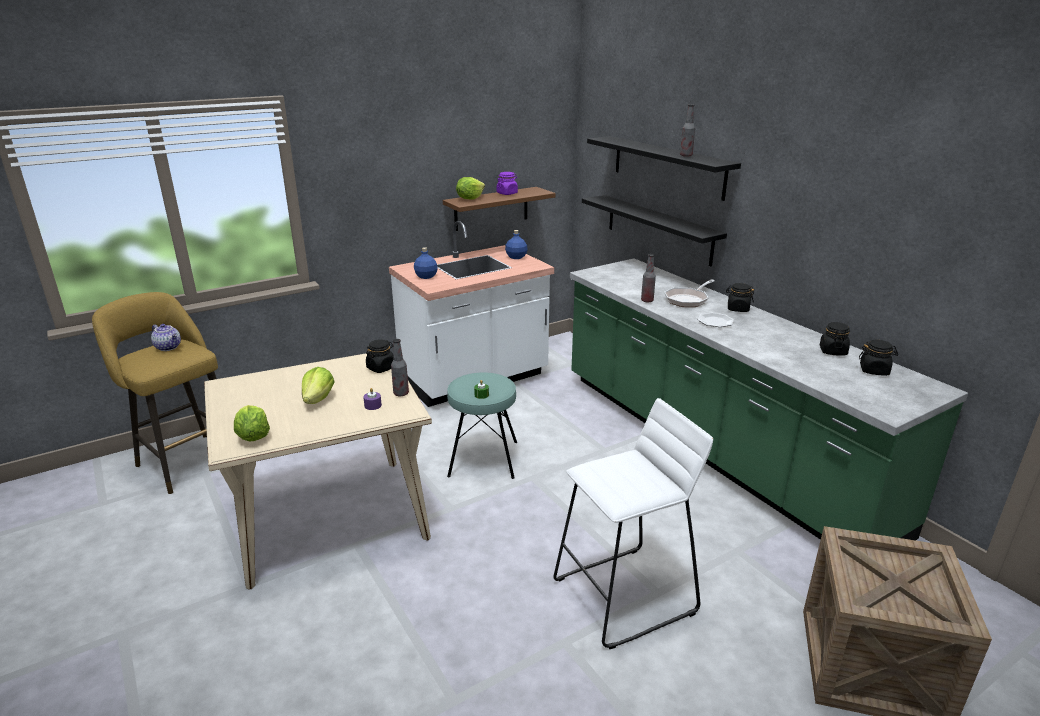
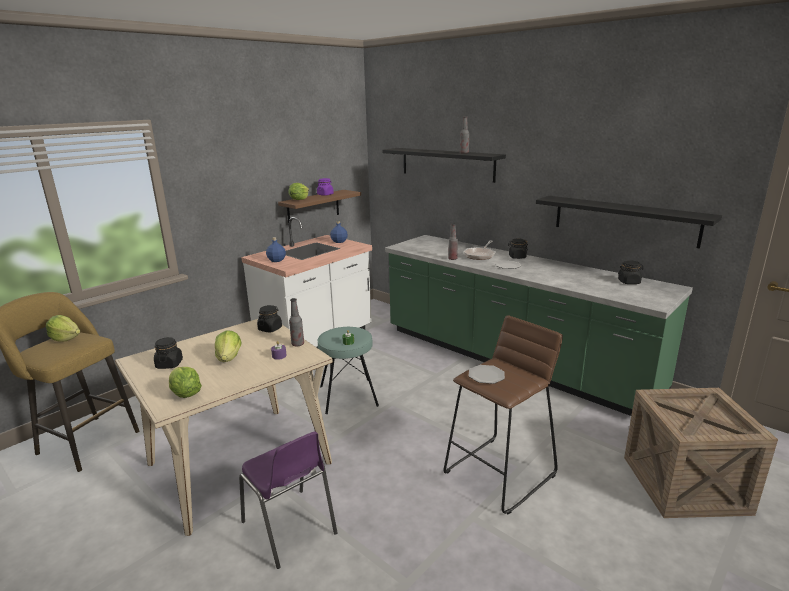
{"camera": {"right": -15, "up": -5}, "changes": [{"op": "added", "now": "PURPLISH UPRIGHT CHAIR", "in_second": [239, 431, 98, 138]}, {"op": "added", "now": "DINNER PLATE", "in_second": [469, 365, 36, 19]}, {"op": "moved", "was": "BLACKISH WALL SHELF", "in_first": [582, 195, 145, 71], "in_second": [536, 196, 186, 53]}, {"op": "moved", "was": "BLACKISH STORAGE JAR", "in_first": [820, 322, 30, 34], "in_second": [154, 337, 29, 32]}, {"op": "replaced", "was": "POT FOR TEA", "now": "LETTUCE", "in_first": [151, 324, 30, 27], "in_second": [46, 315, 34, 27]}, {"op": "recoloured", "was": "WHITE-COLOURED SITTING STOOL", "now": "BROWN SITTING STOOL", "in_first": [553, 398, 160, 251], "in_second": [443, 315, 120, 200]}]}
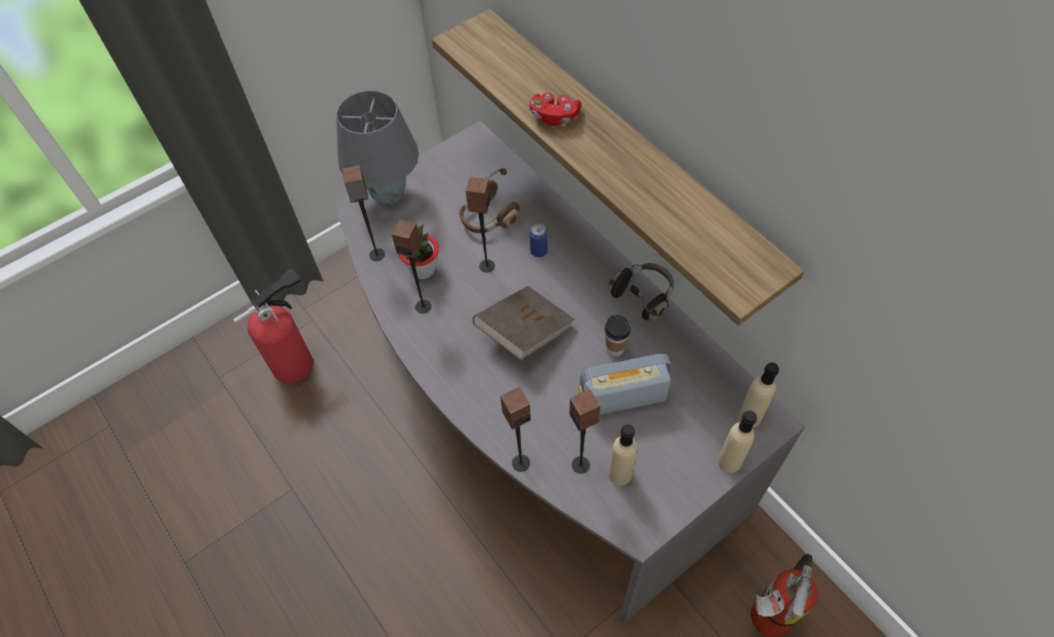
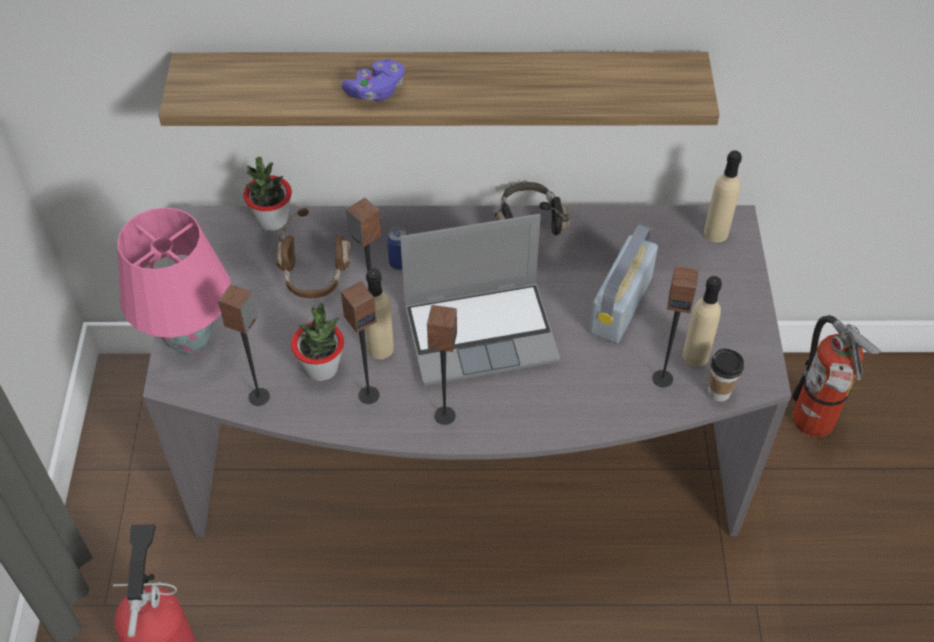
{"camera": {"right": -55, "up": -5}, "changes": [{"op": "added", "now": "HOUSEPLANT", "in_second": [244, 157, 48, 74]}, {"op": "moved", "was": "AUDIO SPEAKER", "in_first": [500, 387, 31, 85], "in_second": [427, 305, 30, 120]}, {"op": "moved", "was": "SMALL CUP", "in_first": [604, 315, 27, 42], "in_second": [708, 349, 36, 53]}, {"op": "moved", "was": "BEIGE-COLOURED BOTTLE", "in_first": [718, 410, 39, 63], "in_second": [365, 268, 29, 91]}, {"op": "replaced", "was": "BROWN BOUND BOOK", "now": "LAPTOP", "in_first": [473, 286, 101, 75], "in_second": [400, 214, 161, 172]}, {"op": "recoloured", "was": "GRAY TABLETOP LAMP", "now": "PINK-COLOURED TABLETOP LAMP", "in_first": [336, 90, 83, 115], "in_second": [118, 207, 113, 148]}, {"op": "recoloured", "was": "REDDISH JOYPAD", "now": "PURPLISH JOYPAD", "in_first": [529, 93, 52, 33], "in_second": [342, 59, 63, 42]}]}
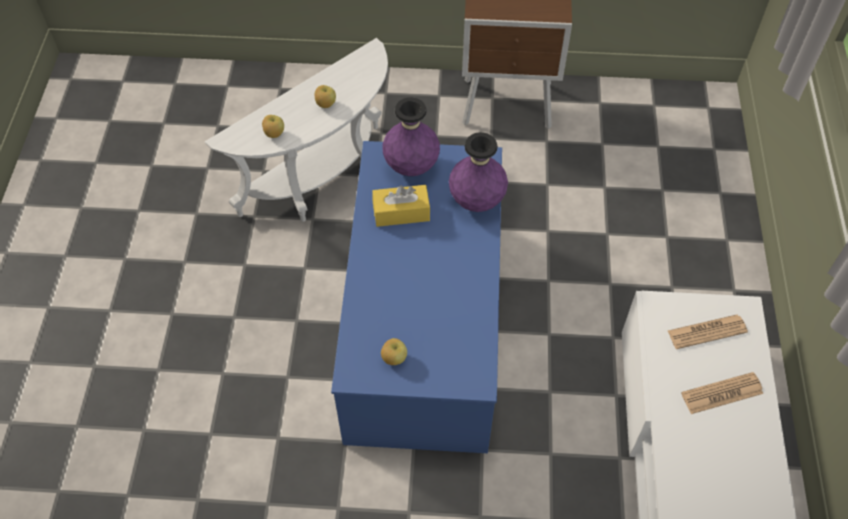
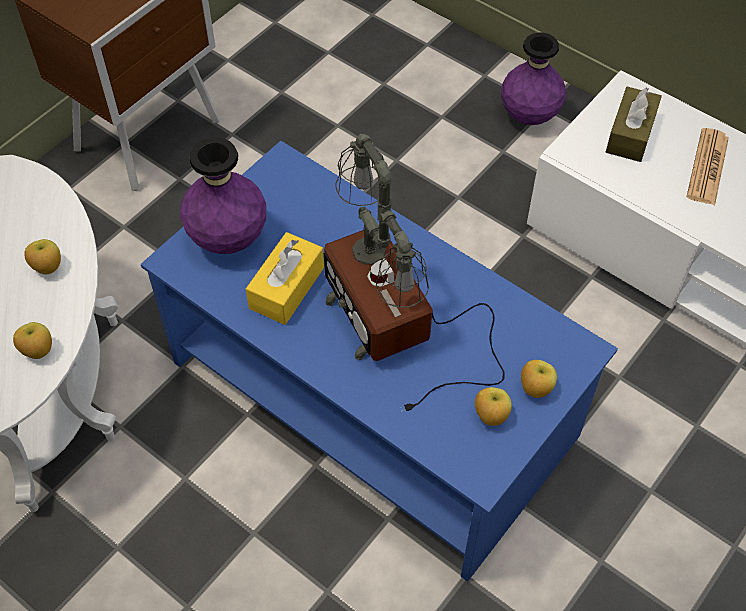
{"camera": {"right": -55, "up": 0}, "changes": [{"op": "added", "now": "TABLETOP LAMP", "in_second": [324, 134, 181, 277]}, {"op": "added", "now": "APPLE", "in_second": [521, 360, 36, 38]}, {"op": "moved", "was": "PURPLISH VASE", "in_first": [449, 132, 59, 80], "in_second": [501, 32, 65, 93]}, {"op": "replaced", "was": "PRINTED PAPER", "now": "BROWN TISSUE HOLDER", "in_first": [668, 315, 80, 34], "in_second": [606, 87, 56, 75]}]}
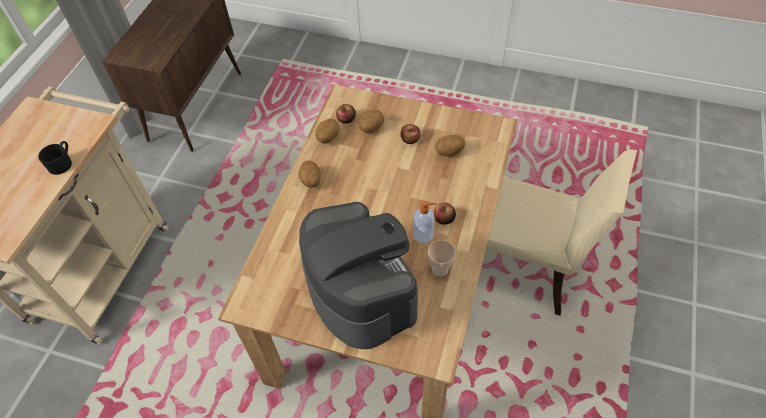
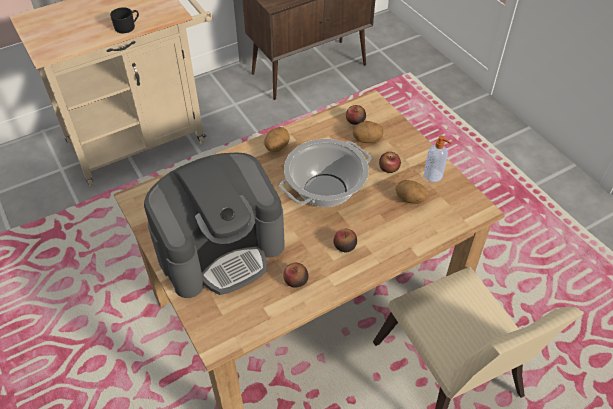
{"camera": {"right": 40, "up": -5}, "changes": [{"op": "removed", "was": "POTATO", "in_first": [315, 119, 25, 25]}, {"op": "added", "now": "SAUCEPOT", "in_second": [279, 139, 92, 68]}, {"op": "moved", "was": "SOAP BOTTLE", "in_first": [414, 201, 23, 42], "in_second": [424, 135, 27, 47]}, {"op": "replaced", "was": "SMALL CUP", "now": "APPLE", "in_first": [427, 240, 29, 37], "in_second": [283, 263, 25, 24]}, {"op": "turned", "was": "COFFEE BREWER", "in_first": [299, 202, 119, 147], "in_second": [144, 152, 141, 146], "clockwise": 45}]}
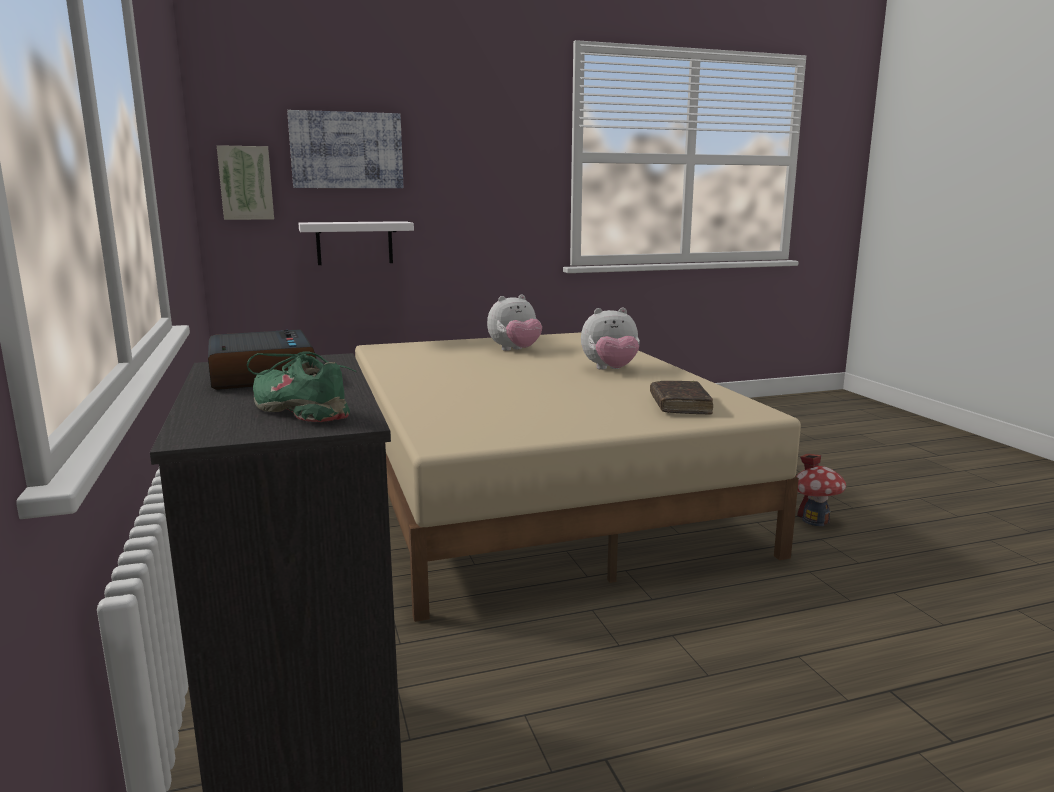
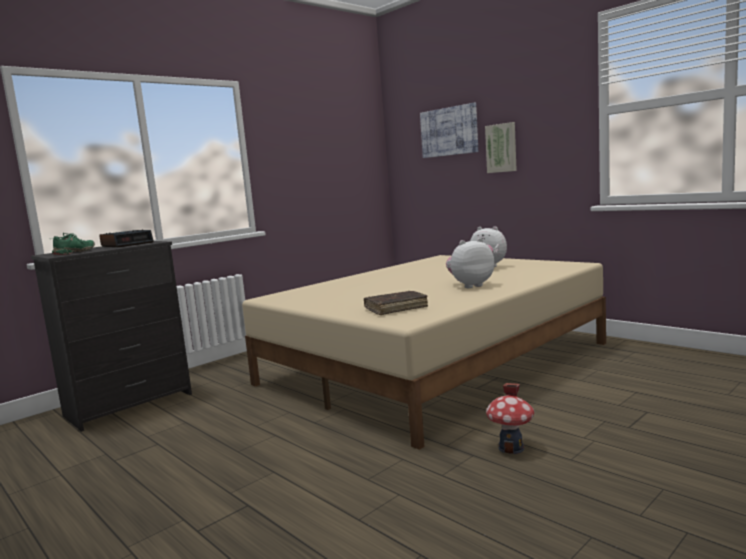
{"camera": {"right": 65, "up": -5}, "changes": [{"op": "removed", "was": "WHITE-COLOURED WALL SHELF", "in_first": [298, 221, 116, 44]}, {"op": "moved", "was": "WALL ART", "in_first": [217, 145, 57, 75], "in_second": [485, 122, 32, 51]}, {"op": "turned", "was": "SOFT TOY", "in_first": [581, 308, 59, 62], "in_second": [446, 238, 48, 50], "clockwise": 105}]}
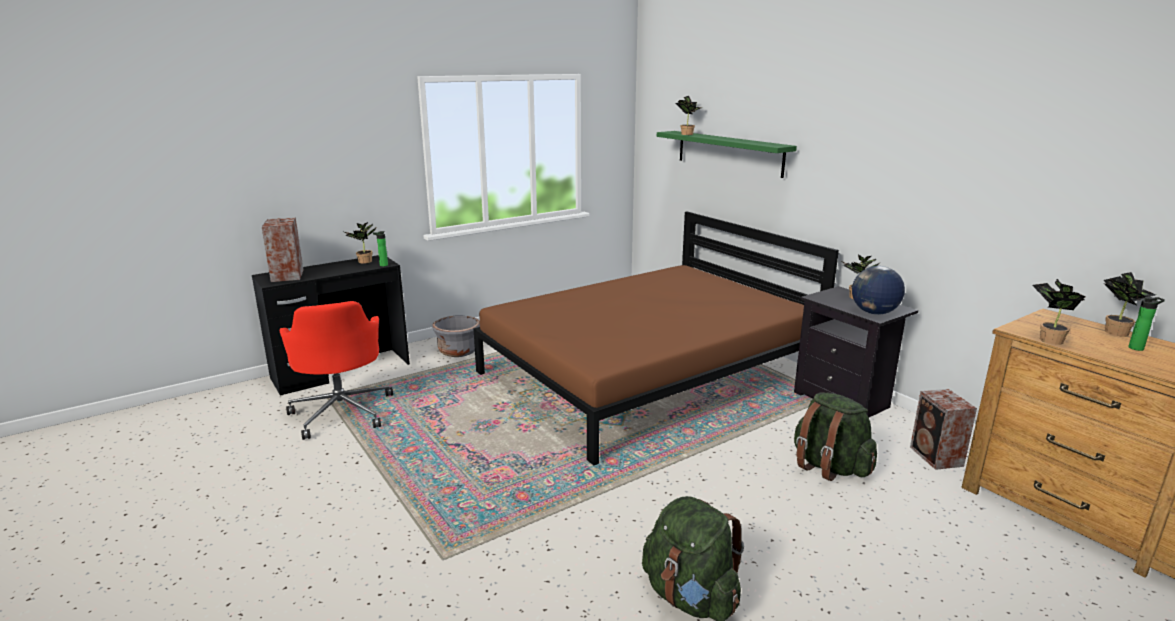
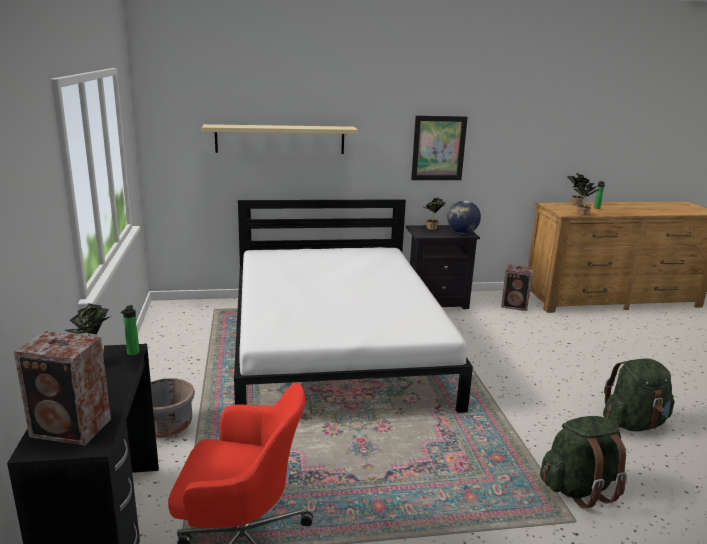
{"camera": {"right": -65, "up": 0}, "changes": [{"op": "removed", "was": "HOUSEPLANT", "in_first": [676, 96, 26, 39]}, {"op": "added", "now": "WALL ART", "in_second": [411, 116, 57, 64]}, {"op": "moved", "was": "GREENISH BACKPACK", "in_first": [794, 392, 83, 89], "in_second": [540, 416, 87, 92]}, {"op": "recoloured", "was": "BROWN BED", "now": "WHITE-COLOURED BED", "in_first": [473, 212, 366, 253], "in_second": [234, 199, 239, 214]}, {"op": "recoloured", "was": "GREENISH WALL SHELF", "now": "BEIGE-COLOURED WALL SHELF", "in_first": [657, 131, 140, 47], "in_second": [202, 124, 156, 30]}]}
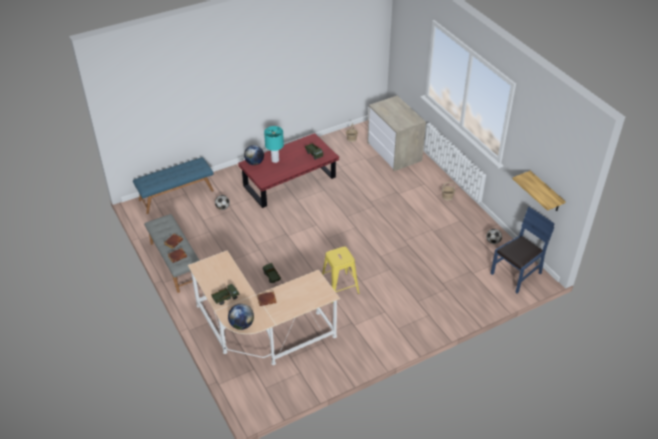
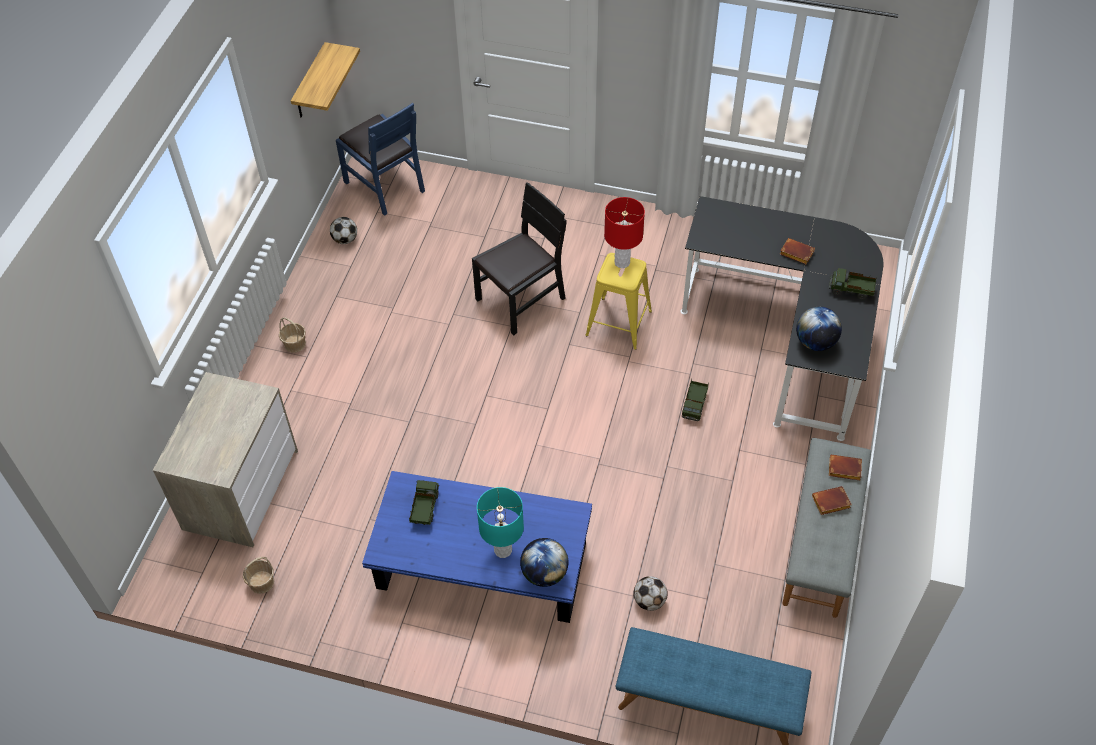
{"camera": {"right": -135, "up": 10}, "changes": [{"op": "added", "now": "BLACKISH UPRIGHT CHAIR", "in_second": [472, 182, 94, 154]}, {"op": "added", "now": "REDDISH TABLETOP LAMP", "in_second": [604, 197, 41, 71]}, {"op": "moved", "was": "WORLD GLOBE", "in_first": [228, 304, 26, 26], "in_second": [796, 307, 46, 44]}, {"op": "recoloured", "was": "BEIGE-COLOURED DESK TABLE", "now": "BLACKISH DESK TABLE", "in_first": [188, 250, 152, 115], "in_second": [680, 196, 204, 245]}, {"op": "recoloured", "was": "REDDISH LOW TABLE", "now": "BLUISH LOW TABLE", "in_first": [238, 133, 101, 75], "in_second": [362, 471, 230, 152]}, {"op": "turned", "was": "BLUISH UPRIGHT CHAIR", "in_first": [490, 207, 64, 87], "in_second": [336, 103, 89, 113], "clockwise": -135}]}
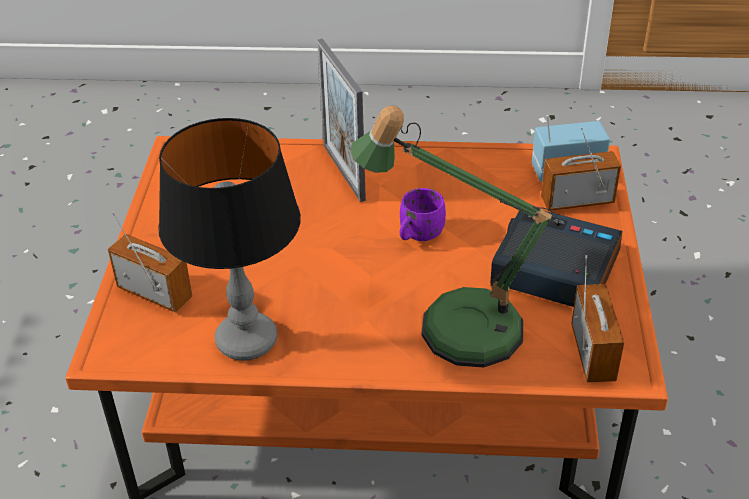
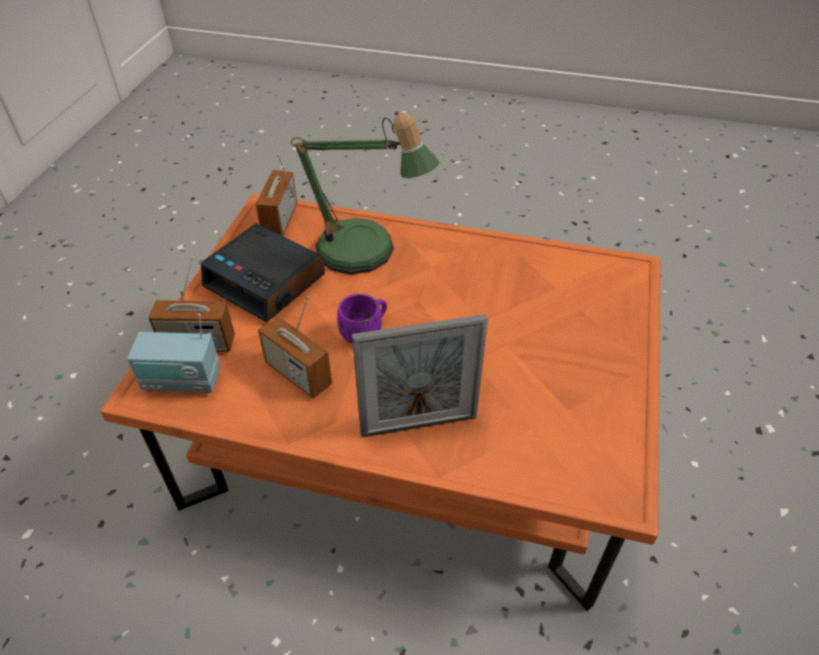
{"camera": {"right": -170, "up": 5}, "changes": [{"op": "removed", "was": "TABLETOP LAMP", "in_first": [158, 118, 143, 243]}, {"op": "moved", "was": "RADIO", "in_first": [108, 212, 85, 101], "in_second": [258, 296, 74, 102]}, {"op": "turned", "was": "PICTURE FRAME", "in_first": [317, 38, 49, 164], "in_second": [352, 314, 136, 124], "clockwise": 90}]}
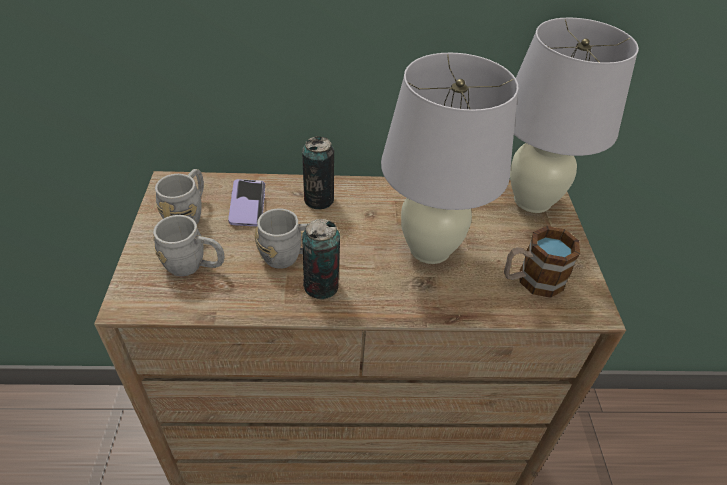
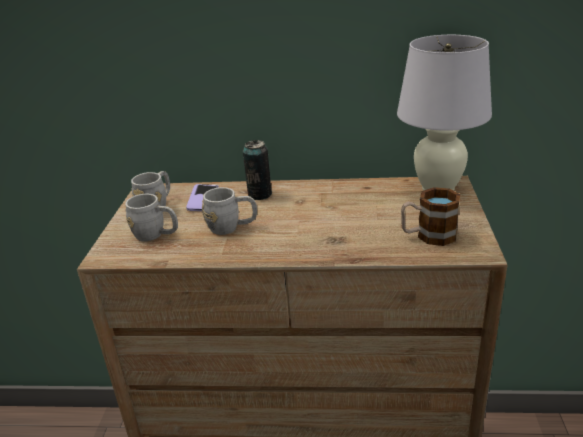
{"camera": {"right": 10, "up": -15}, "changes": [{"op": "removed", "was": "CAN", "in_first": [302, 219, 38, 81]}, {"op": "removed", "was": "WHITE-COLOURED TABLETOP LAMP", "in_first": [381, 53, 138, 211]}]}
